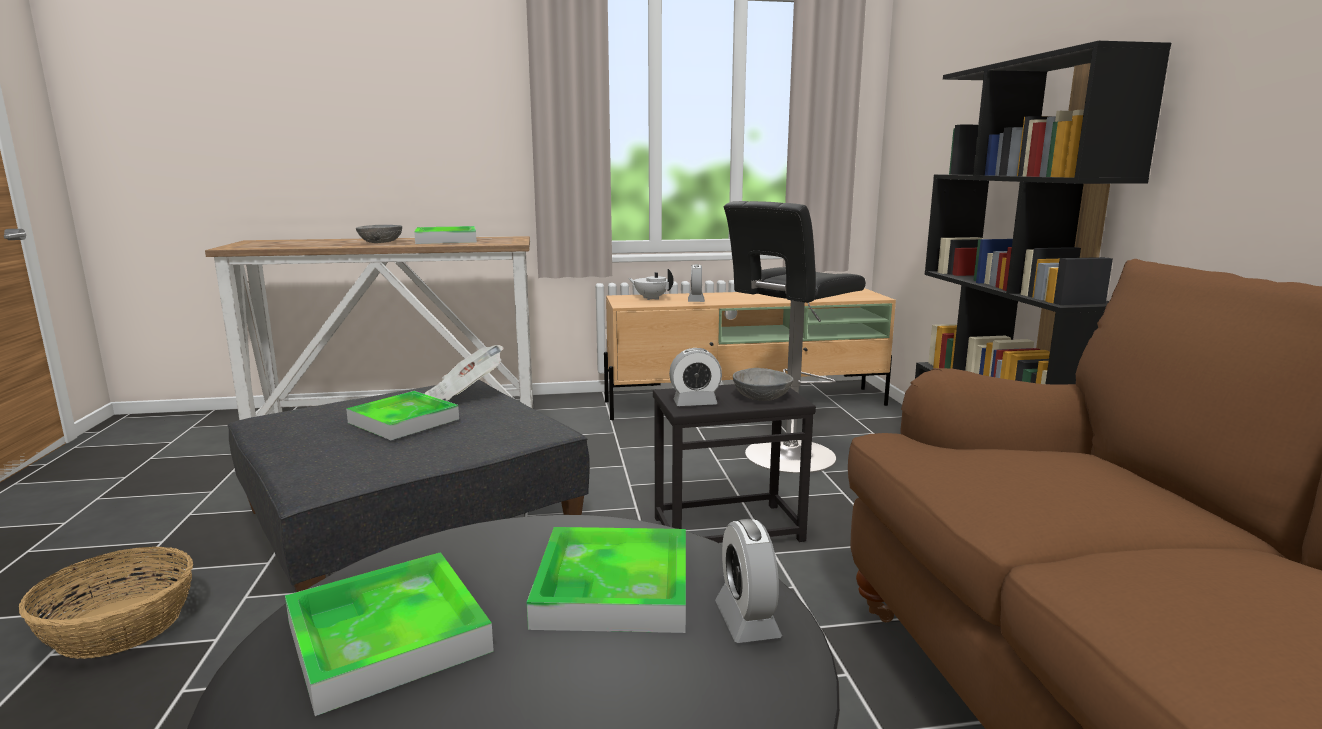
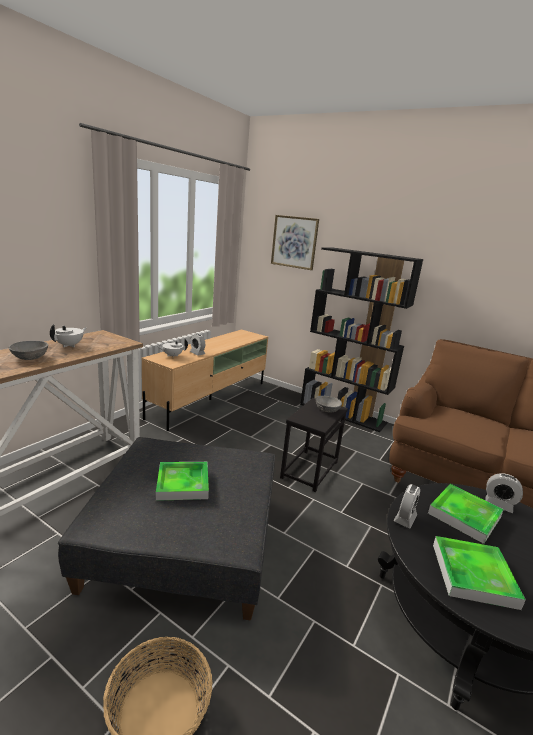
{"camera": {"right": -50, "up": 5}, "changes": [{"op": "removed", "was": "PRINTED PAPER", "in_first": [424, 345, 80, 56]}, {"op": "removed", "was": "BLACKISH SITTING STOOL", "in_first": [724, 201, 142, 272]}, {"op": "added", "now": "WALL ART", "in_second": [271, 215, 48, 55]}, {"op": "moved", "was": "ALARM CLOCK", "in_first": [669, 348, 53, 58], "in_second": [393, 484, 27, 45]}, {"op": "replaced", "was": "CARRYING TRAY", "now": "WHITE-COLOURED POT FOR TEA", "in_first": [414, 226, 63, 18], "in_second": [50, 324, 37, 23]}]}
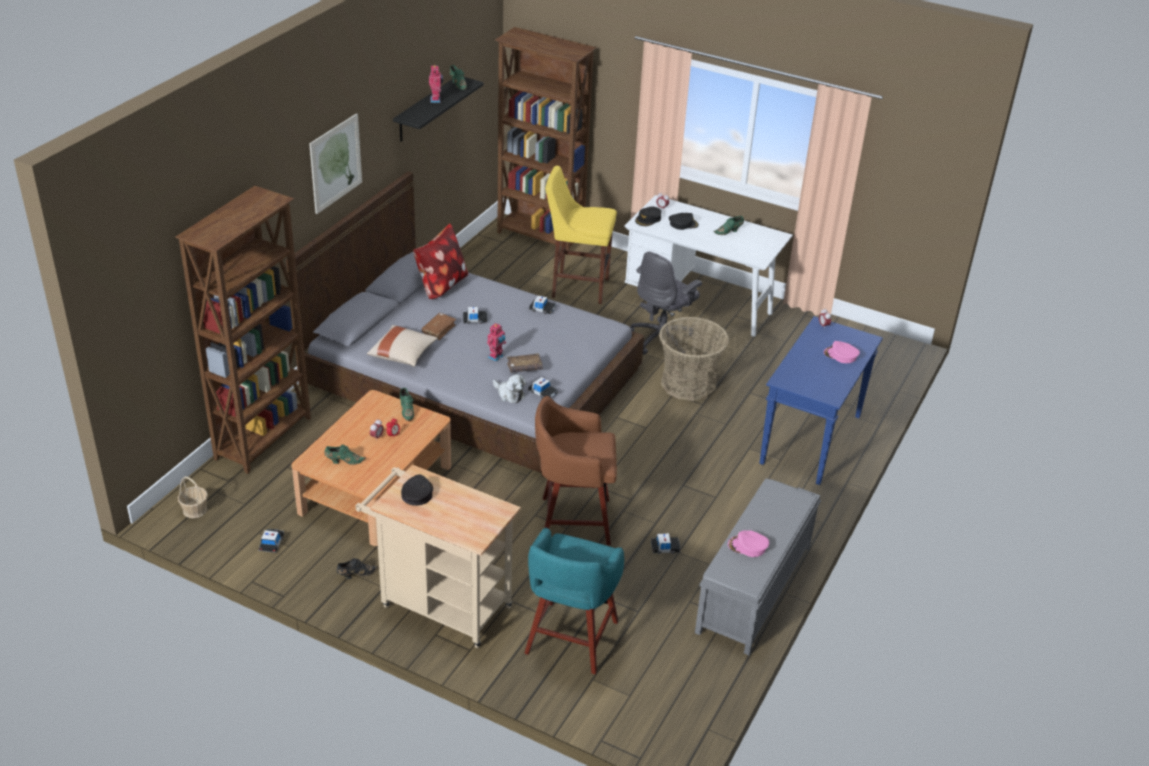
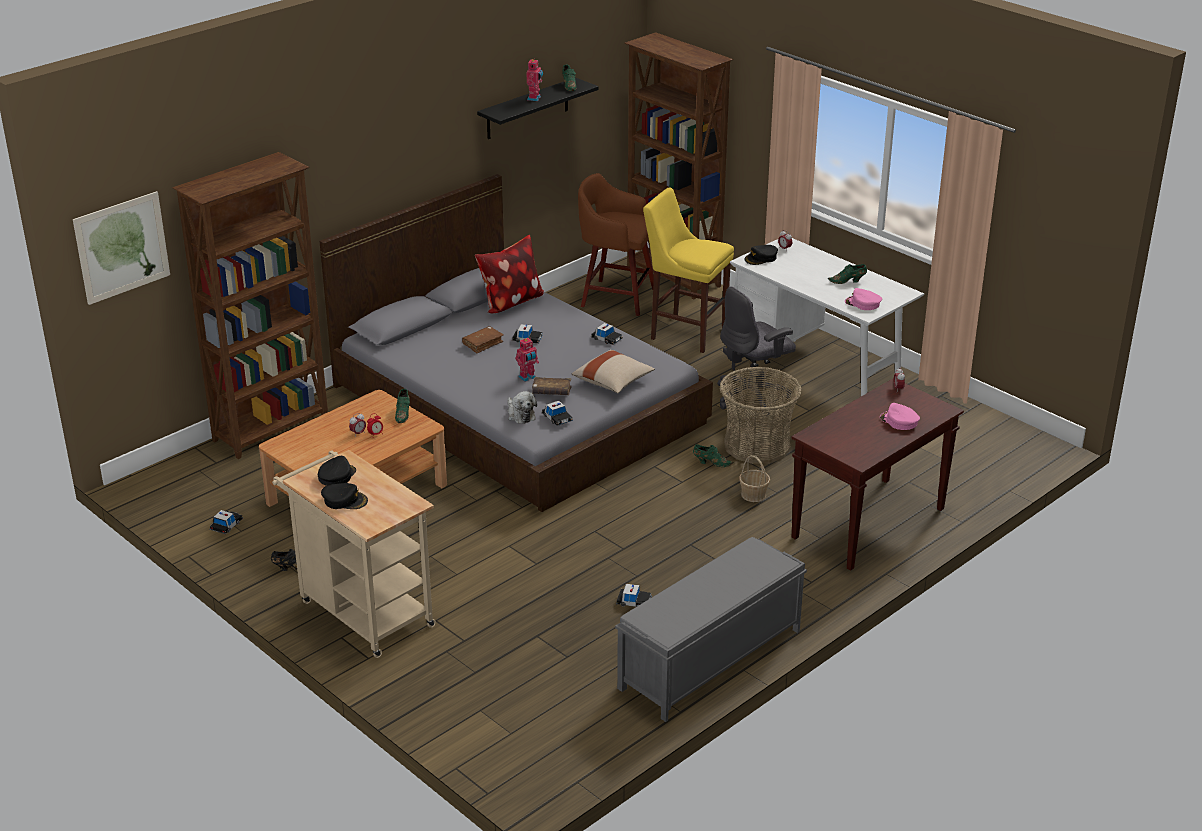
{"camera": {"right": 20, "up": -5}, "changes": [{"op": "removed", "was": "TURQUOISE-COLOURED SITTING STOOL", "in_first": [524, 527, 100, 147]}, {"op": "moved", "was": "BASKET", "in_first": [178, 476, 30, 42], "in_second": [739, 455, 31, 47]}, {"op": "moved", "was": "WALL ART", "in_first": [310, 113, 52, 101], "in_second": [73, 191, 97, 114]}, {"op": "moved", "was": "GREENISH ITEM OF FOOTWEAR", "in_first": [324, 445, 42, 20], "in_second": [693, 444, 40, 23]}, {"op": "moved", "was": "BEIGE-COLOURED CUSHION", "in_first": [367, 325, 71, 42], "in_second": [572, 349, 83, 44]}, {"op": "moved", "was": "BROWN SITTING STOOL", "in_first": [535, 396, 82, 149], "in_second": [578, 173, 76, 143]}, {"op": "moved", "was": "BLACKISH CAP", "in_first": [669, 213, 30, 17], "in_second": [321, 483, 47, 26]}, {"op": "moved", "was": "PINK-COLOURED CAP", "in_first": [728, 530, 41, 27], "in_second": [845, 288, 37, 22]}, {"op": "recoloured", "was": "BLUISH HALL TABLE", "now": "BROWN HALL TABLE", "in_first": [759, 316, 124, 169], "in_second": [791, 378, 173, 193]}]}
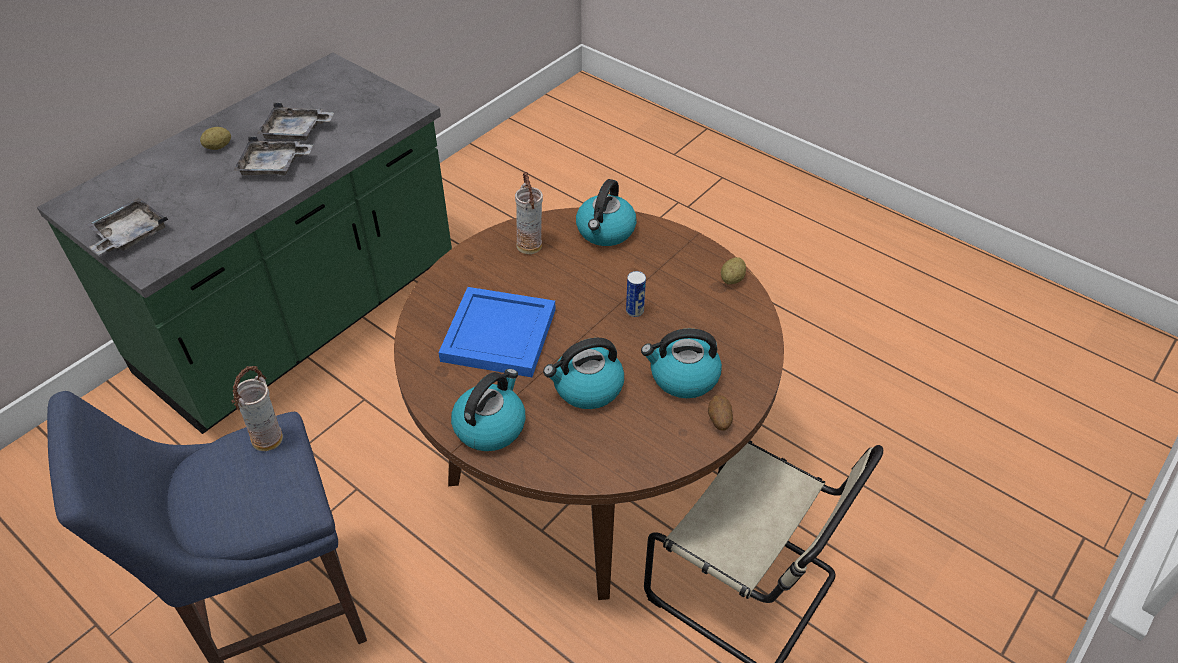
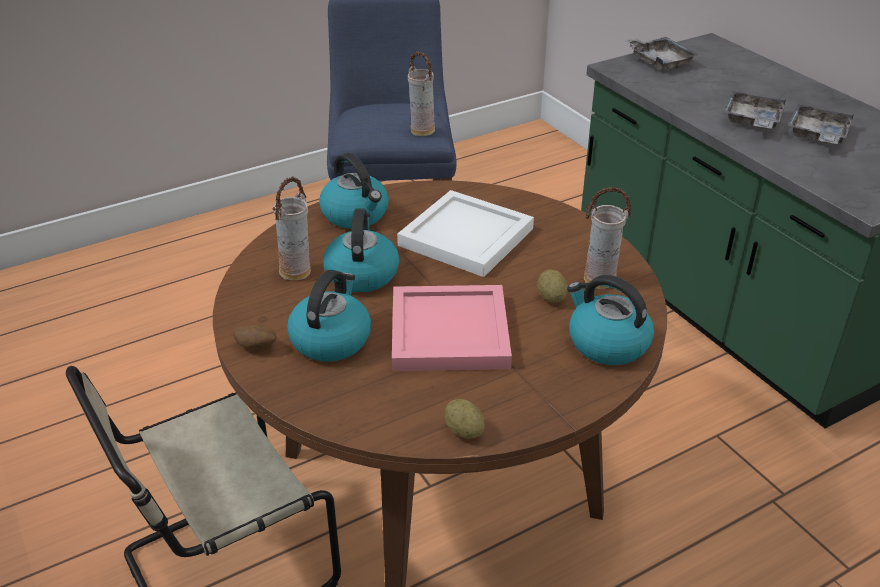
{"camera": {"right": 110, "up": -10}, "changes": [{"op": "added", "now": "VASE", "in_second": [272, 176, 39, 105]}, {"op": "moved", "was": "POTATO", "in_first": [200, 127, 31, 23], "in_second": [537, 269, 31, 34]}, {"op": "replaced", "was": "CAN", "now": "PINK-COLOURED CARRYING TRAY", "in_first": [626, 271, 20, 46], "in_second": [392, 285, 120, 86]}, {"op": "recoloured", "was": "BLUISH CARRYING TRAY", "now": "WHITE-COLOURED CARRYING TRAY", "in_first": [438, 287, 118, 90], "in_second": [397, 190, 137, 87]}]}
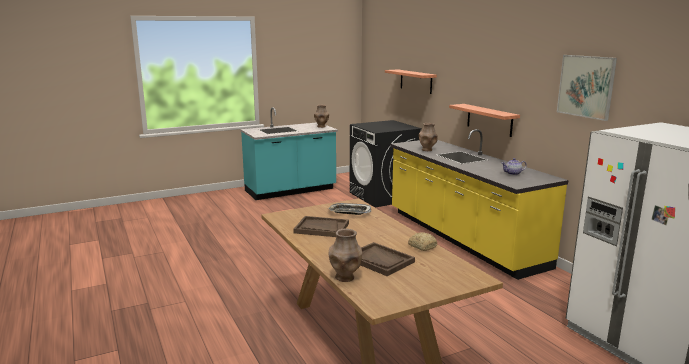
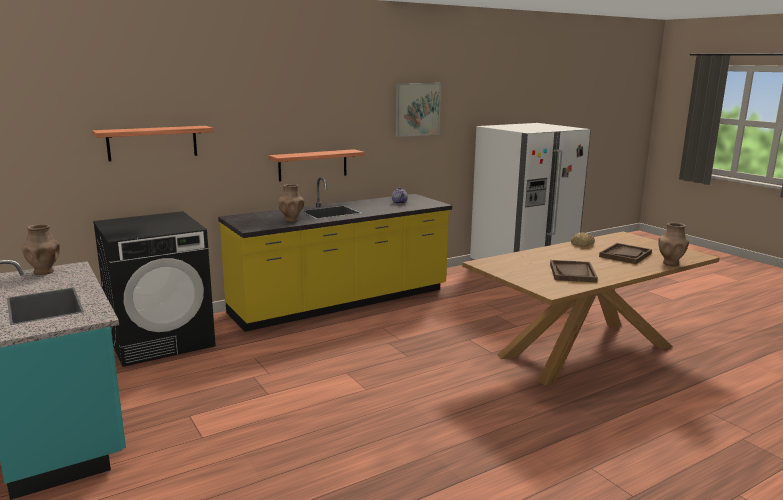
{"camera": {"right": -95, "up": 0}, "changes": [{"op": "removed", "was": "CARRYING TRAY", "in_first": [328, 203, 43, 12]}]}
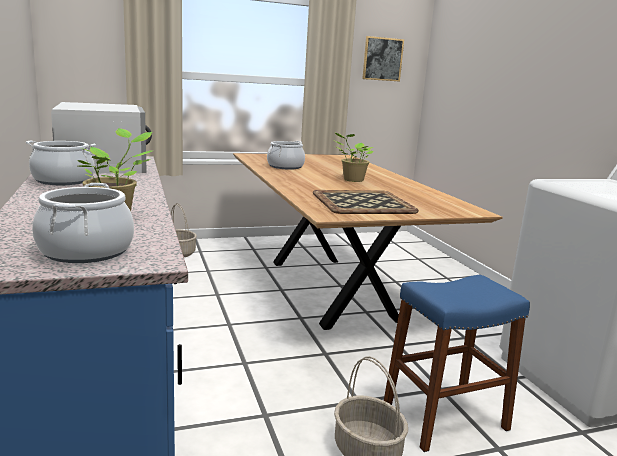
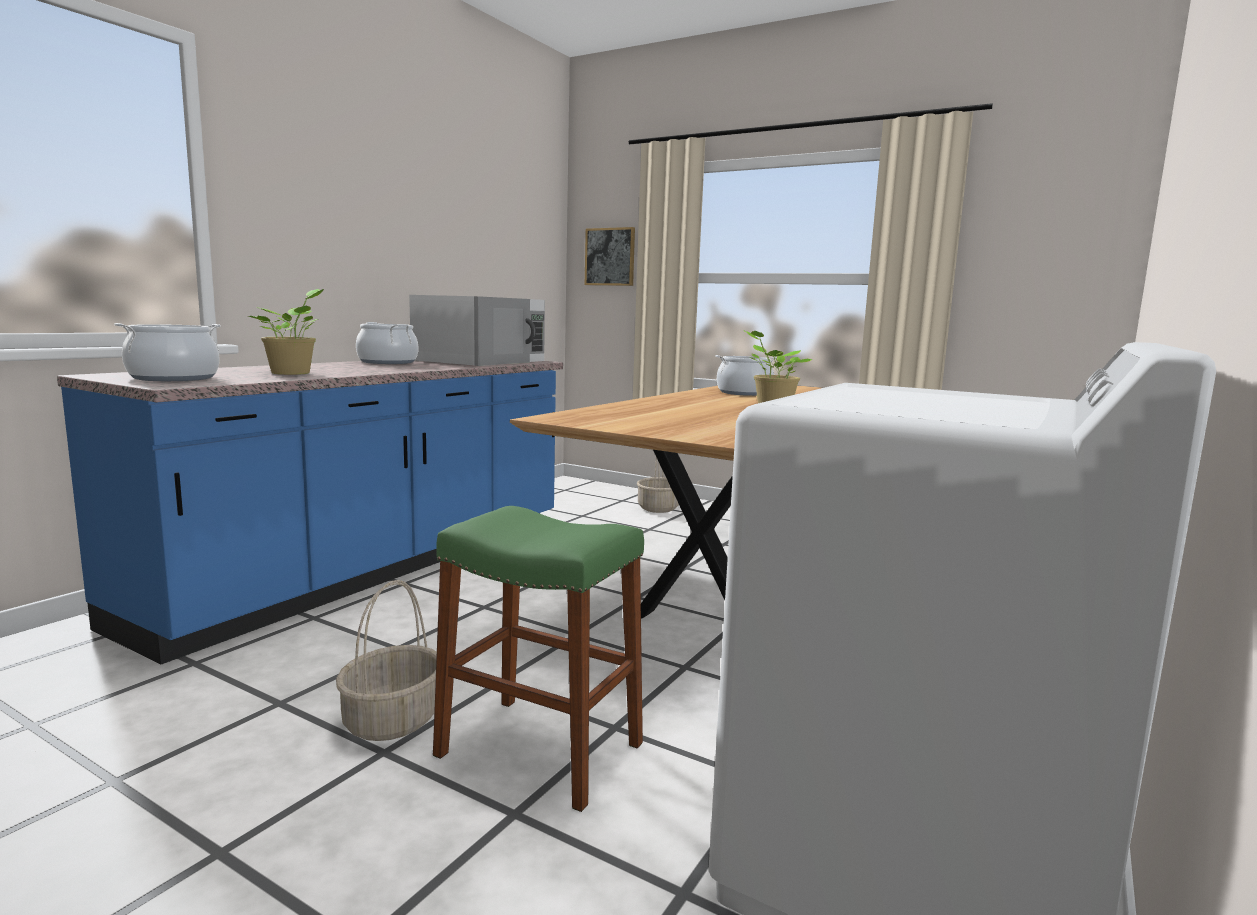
{"camera": {"right": 50, "up": -5}, "changes": [{"op": "removed", "was": "CARRYING TRAY", "in_first": [313, 190, 106, 24]}, {"op": "moved", "was": "WALL ART", "in_first": [362, 36, 42, 45], "in_second": [585, 227, 50, 59]}, {"op": "recoloured", "was": "BLUISH SITTING STOOL", "now": "GREENISH SITTING STOOL", "in_first": [384, 275, 146, 177], "in_second": [433, 506, 211, 306]}]}
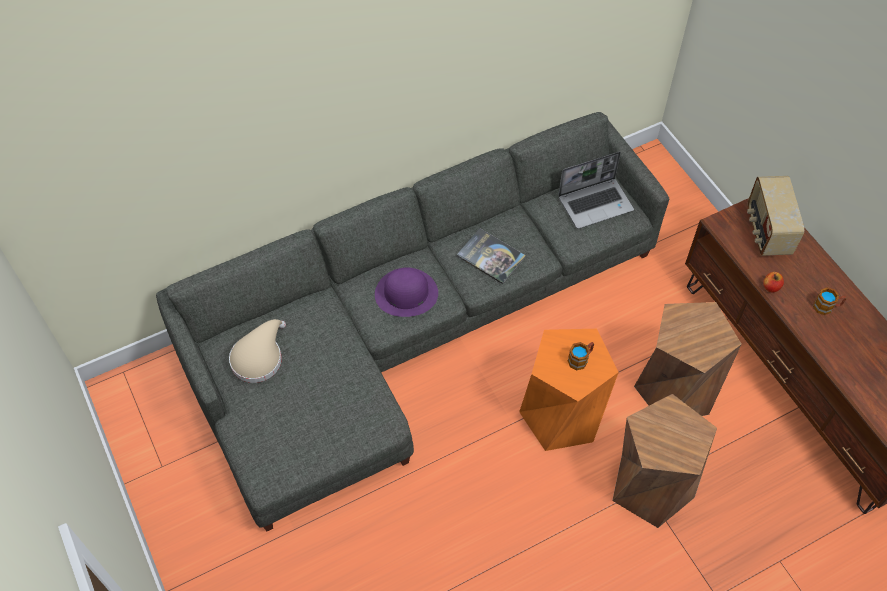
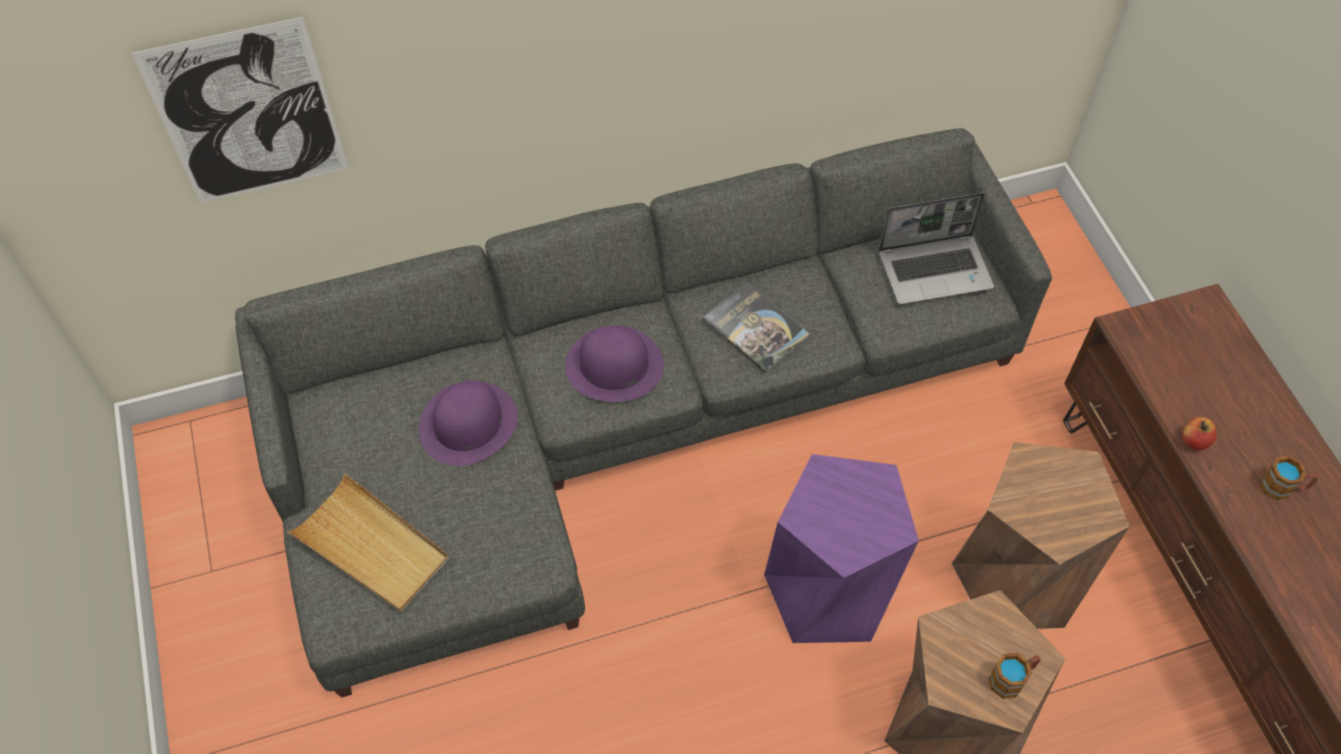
{"camera": {"right": 10, "up": 0}, "changes": [{"op": "removed", "was": "BEIGE-COLOURED CLOTHING HAT", "in_first": [229, 319, 57, 64]}, {"op": "removed", "was": "RADIO", "in_first": [747, 176, 57, 80]}, {"op": "added", "now": "WALL ART", "in_second": [132, 17, 217, 186]}, {"op": "added", "now": "BEIGE-COLOURED CARRYING TRAY", "in_second": [287, 473, 163, 139]}, {"op": "added", "now": "PURPLISH CLOTHING HAT", "in_second": [419, 380, 99, 86]}, {"op": "moved", "was": "MUG", "in_first": [567, 342, 27, 28], "in_second": [989, 653, 51, 46]}, {"op": "recoloured", "was": "ORANGEY SITTING STOOL", "now": "PURPLISH SITTING STOOL", "in_first": [519, 329, 100, 122], "in_second": [764, 454, 155, 189]}]}
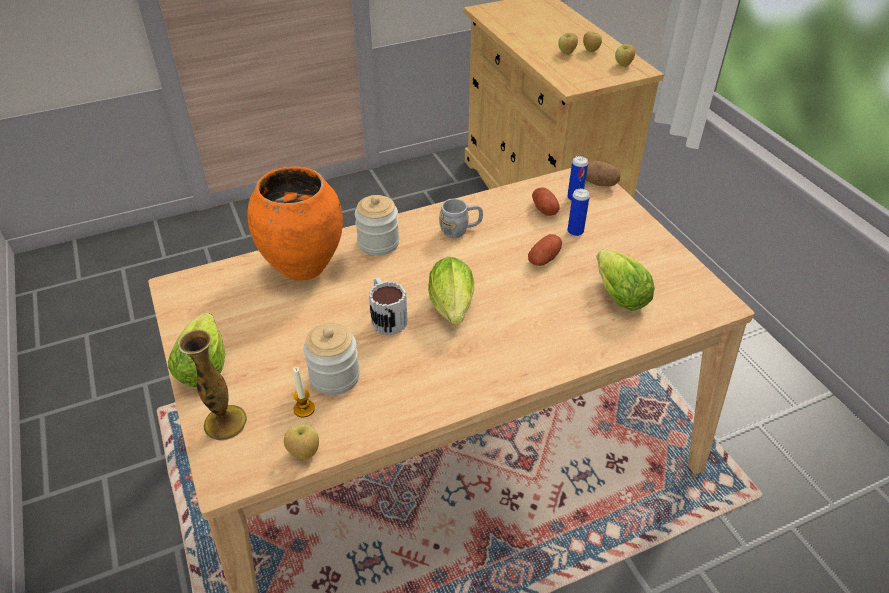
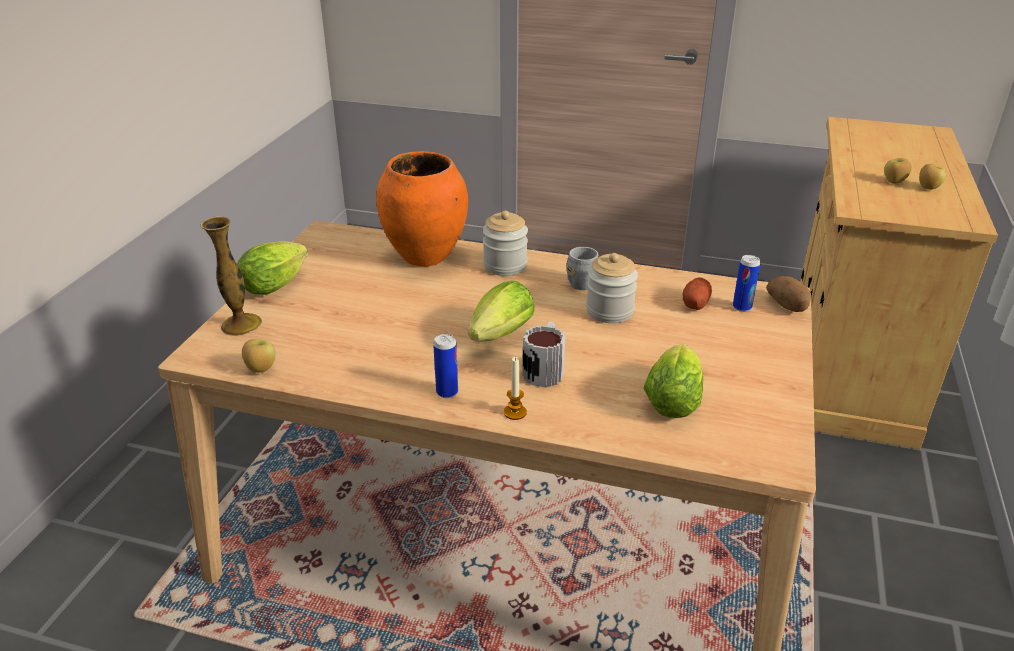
{"camera": {"right": 40, "up": -10}, "changes": [{"op": "removed", "was": "POTATO", "in_first": [528, 234, 34, 32]}, {"op": "removed", "was": "APPLE", "in_first": [615, 44, 20, 23]}, {"op": "moved", "was": "CANDLE", "in_first": [293, 367, 22, 50], "in_second": [504, 357, 23, 63]}, {"op": "moved", "was": "STORAGE JAR", "in_first": [304, 323, 56, 72], "in_second": [586, 253, 52, 70]}, {"op": "moved", "was": "MUG", "in_first": [369, 277, 39, 59], "in_second": [523, 321, 42, 66]}, {"op": "moved", "was": "CAN", "in_first": [567, 189, 23, 47], "in_second": [433, 334, 25, 64]}]}
